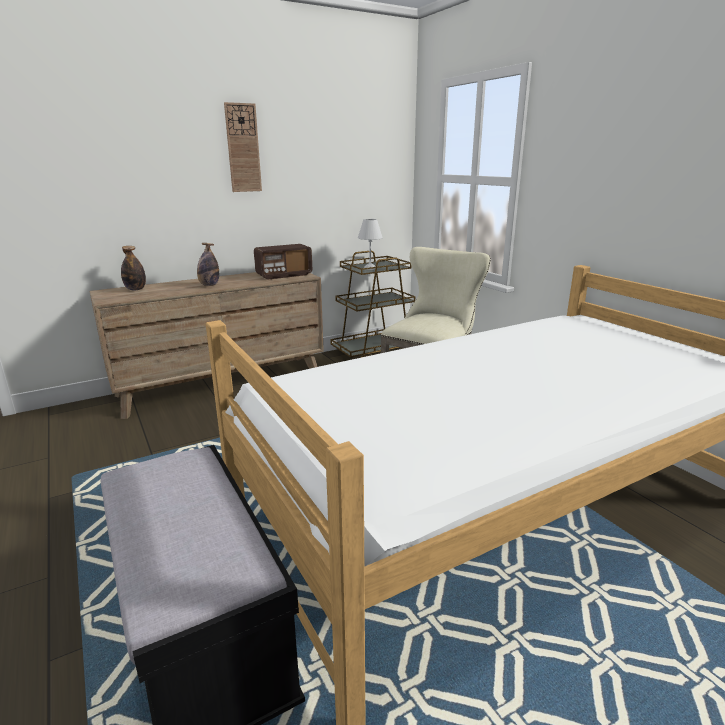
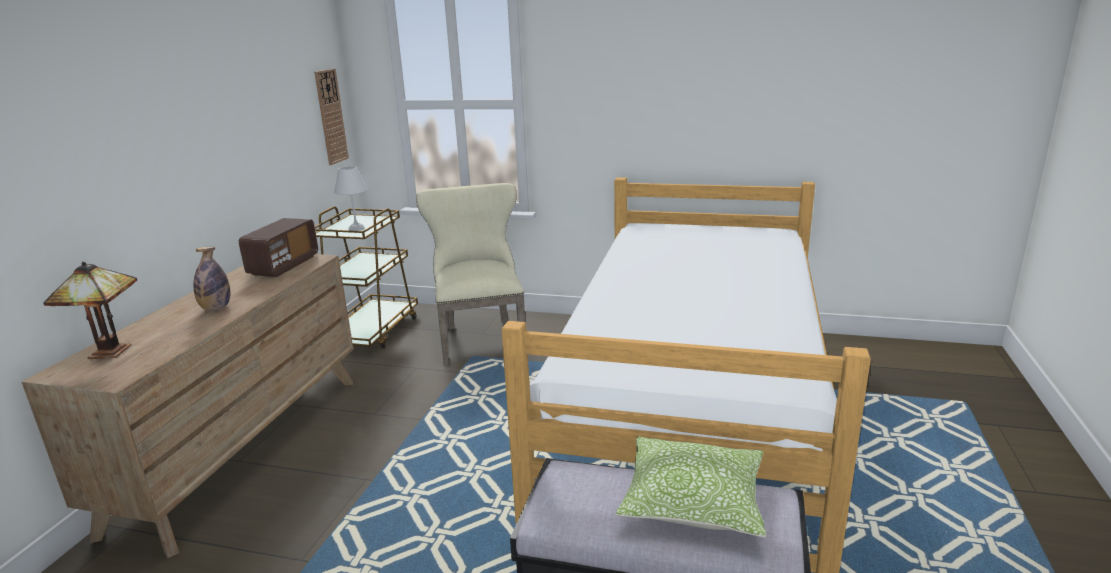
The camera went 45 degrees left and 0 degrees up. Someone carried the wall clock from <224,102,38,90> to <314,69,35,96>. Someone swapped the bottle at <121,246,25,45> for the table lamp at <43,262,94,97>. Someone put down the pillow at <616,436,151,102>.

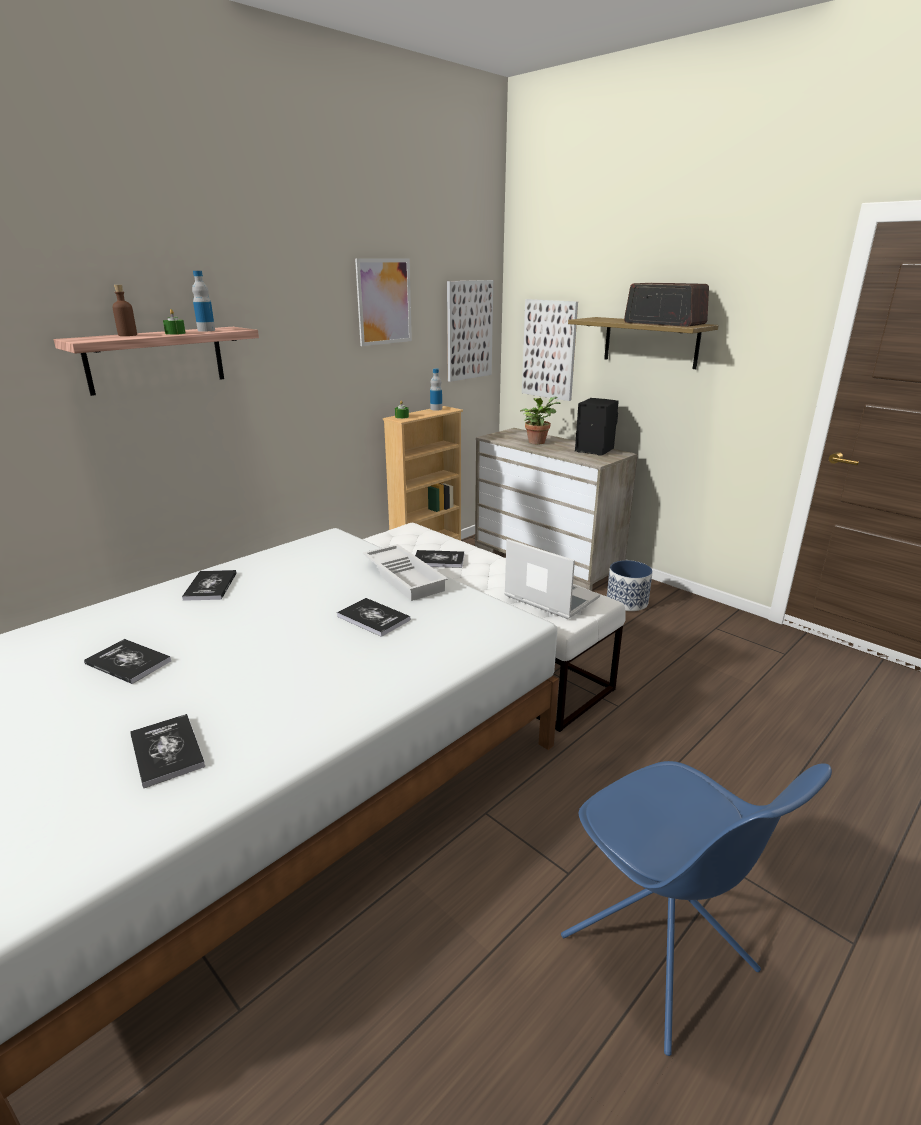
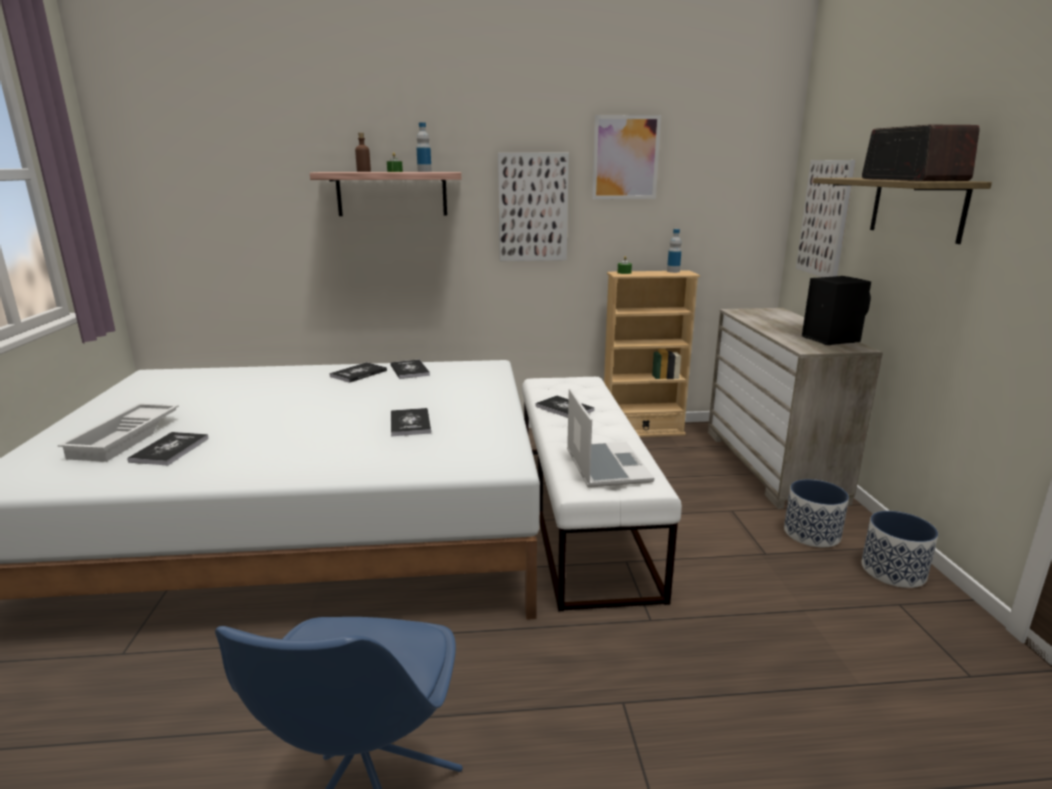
The camera went 40 degrees right and 5 degrees down. Someone carried the picture from <447,280,46,102> to <498,153,71,108>. Someone took away the potted plant at <520,397,40,47>. Someone carried the white tray from <363,544,85,57> to <58,403,121,59>. Someone carried the book from <84,639,87,45> to <390,359,40,20>. Someone put down the planter at <861,511,77,77>.

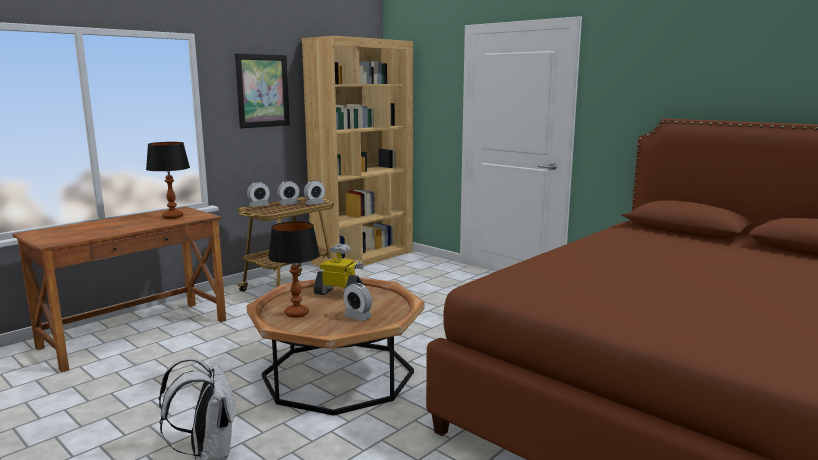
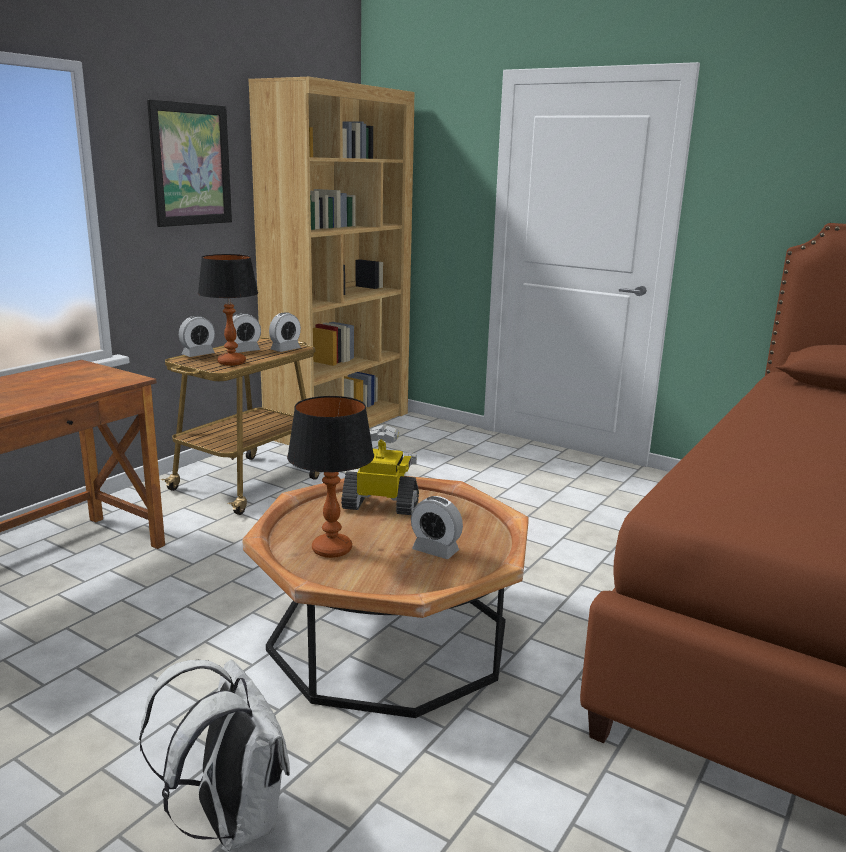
The camera went 10 degrees left and 5 degrees up. Someone carried the table lamp from <146,142,44,77> to <198,254,60,112>.

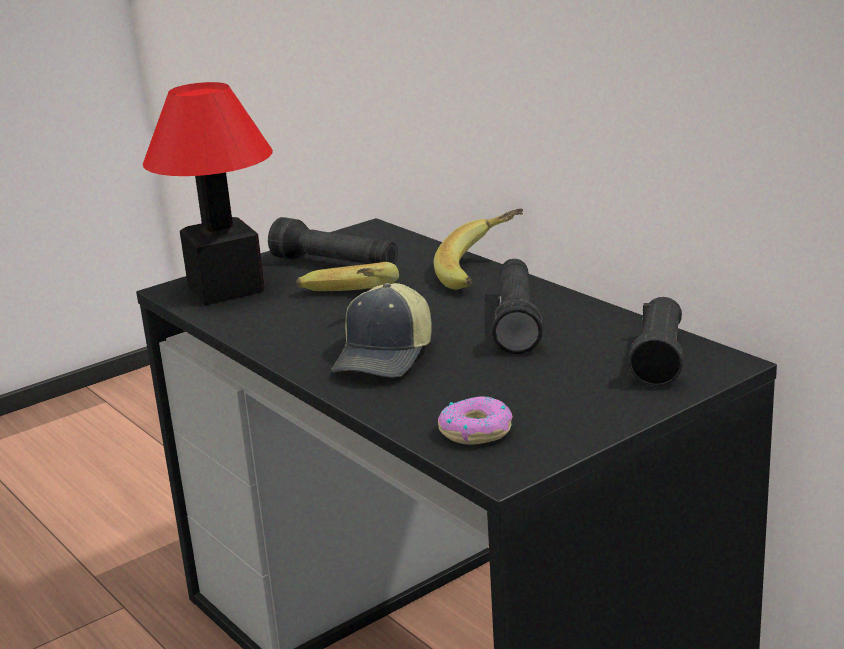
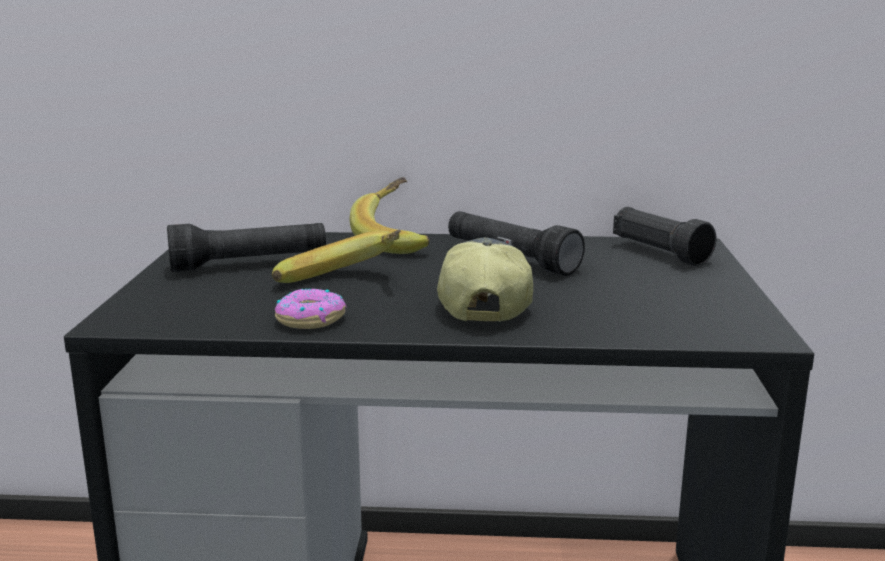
The camera went 50 degrees left and 5 degrees down. Someone took away the table lamp at <143,82,130,223>. Someone rotated the cap at <331,283,101,95> by 150 degrees counterclockwise. Someone carried the donut from <438,396,75,49> to <275,288,72,41>.

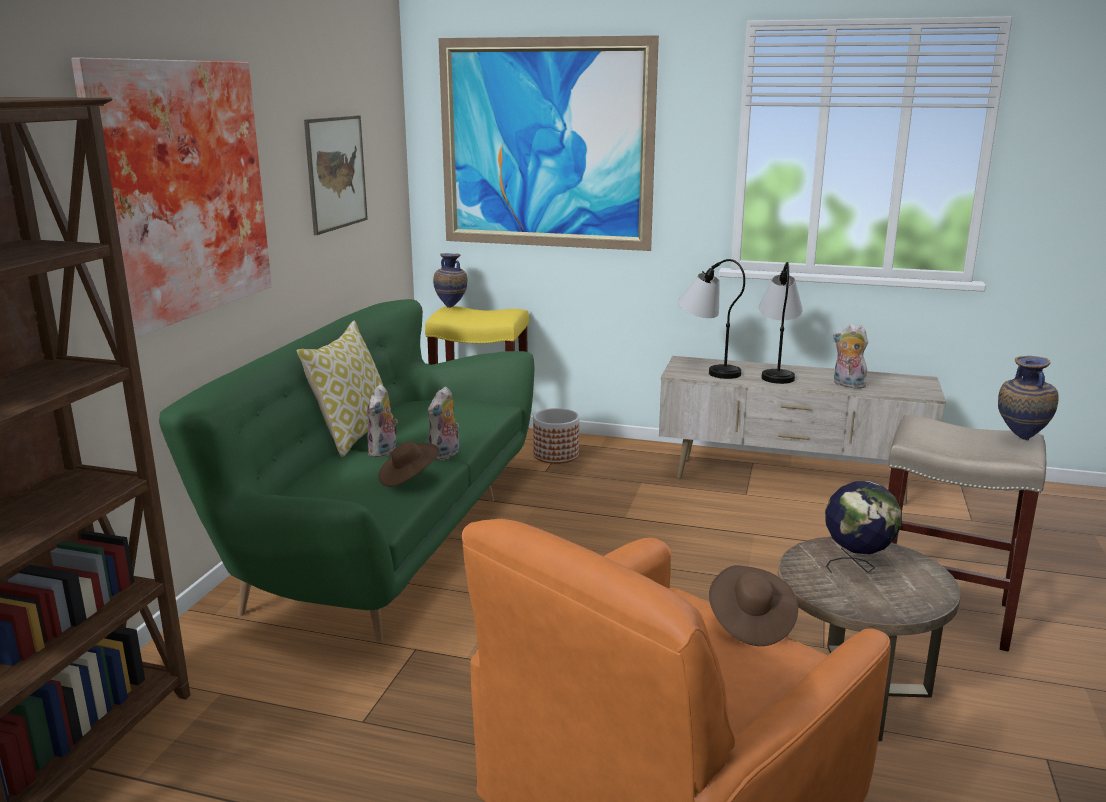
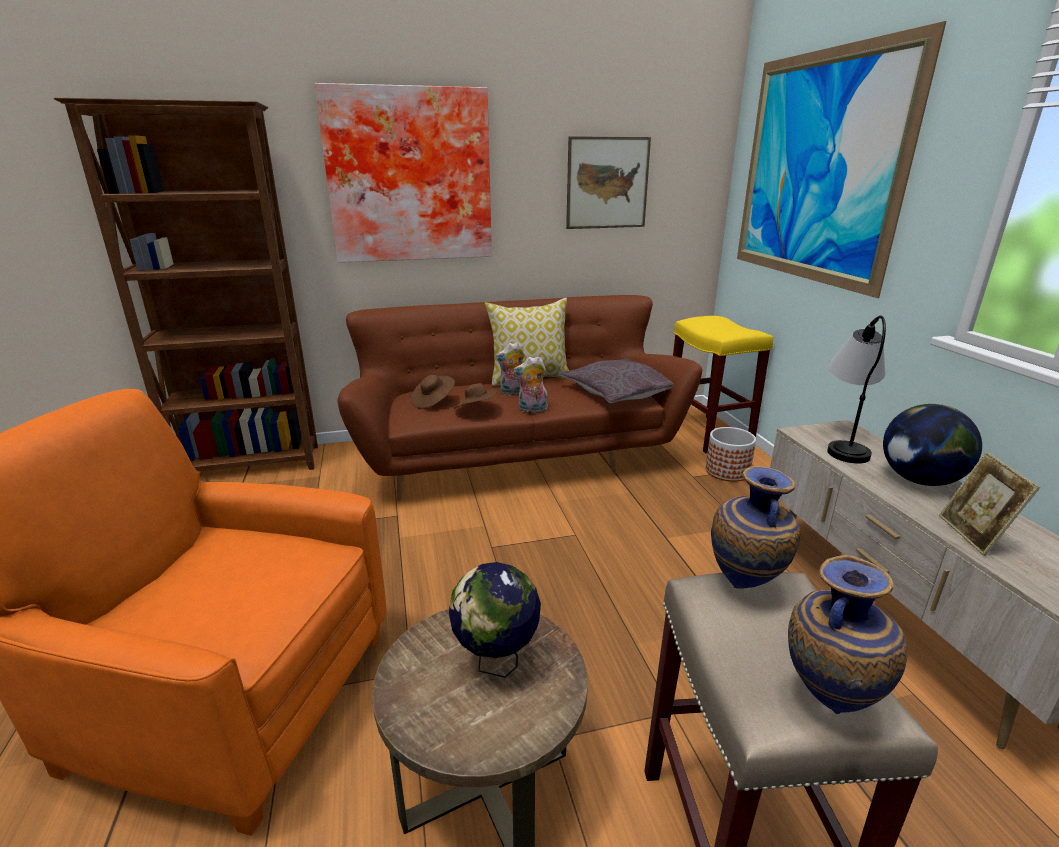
The camera went 60 degrees right and 5 degrees up. Someone carried the vase from <433,253,34,55> to <711,466,89,123>. Someone swapped the table lamp at <759,262,44,122> for the globe at <883,404,99,82>. Someone repainted the green sofa at <159,299,376,343>, which became the brown sofa at <337,295,365,206>. Someone swapped the plush toy at <833,324,36,65> for the picture frame at <939,451,101,105>. Someone carried the brown hat from <709,565,89,81> to <411,375,44,34>. Someone put down the grey pillow at <558,358,116,45>.

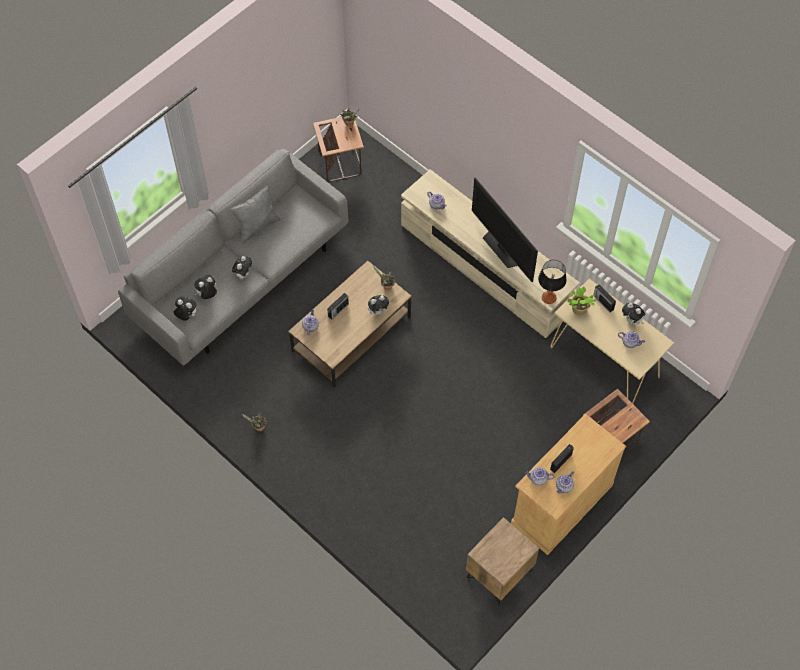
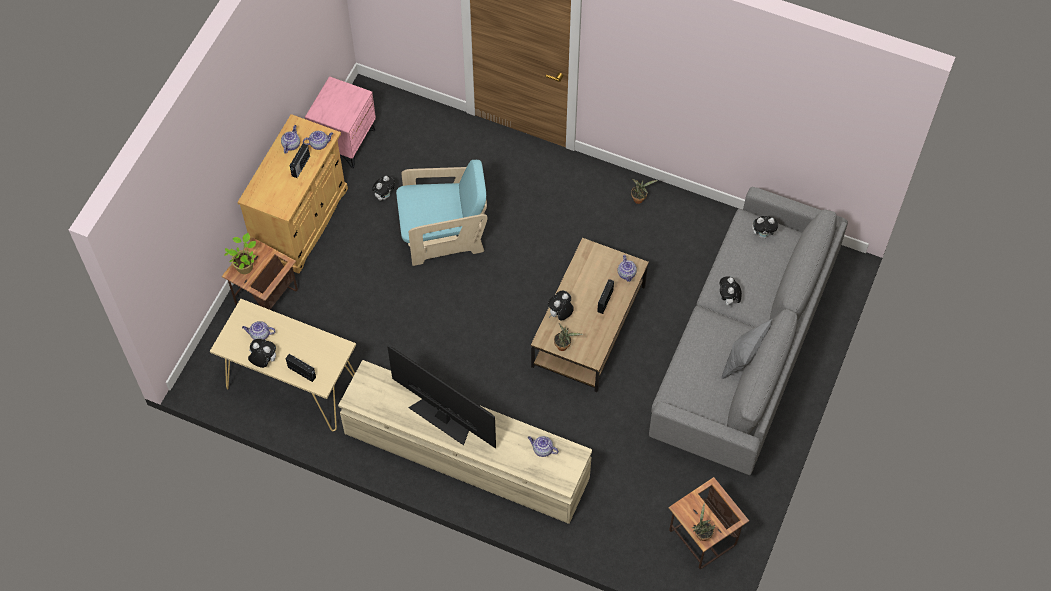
The camera went 160 degrees right and 0 degrees up. Someone took away the table lamp at <538,260,29,44>. Someone carried the plush toy from <194,275,23,24> to <372,176,23,25>. Someone carried the potted plant from <567,287,29,28> to <224,233,32,41>. Someone repainted the brown nightstand at <466,517,73,88>, which became the pink nightstand at <305,76,71,92>. Someone put down the turquoise armchair at <396,160,92,106>.

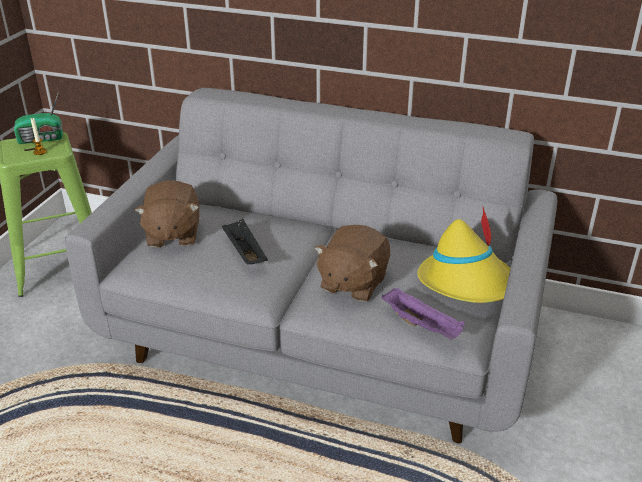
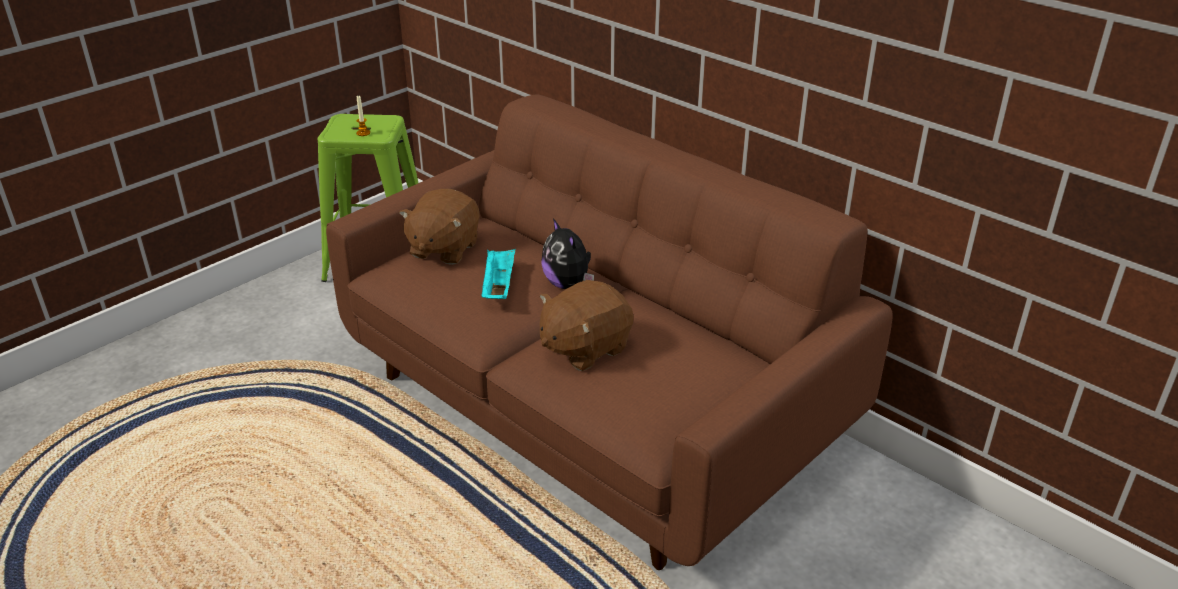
The camera went 25 degrees right and 0 degrees up. Someone repainted the grey sofa at <65,88,492,356>, which became the brown sofa at <326,94,567,476>. Someone took away the radio at <14,92,49,52>. Someone took away the yellow hat at <418,207,92,96>. Someone repainted the black tray at <222,219,46,45>, which became the turquoise tray at <481,249,35,50>. Someone took away the purple tray at <381,288,84,52>. Someone put down the plush toy at <541,218,53,71>.

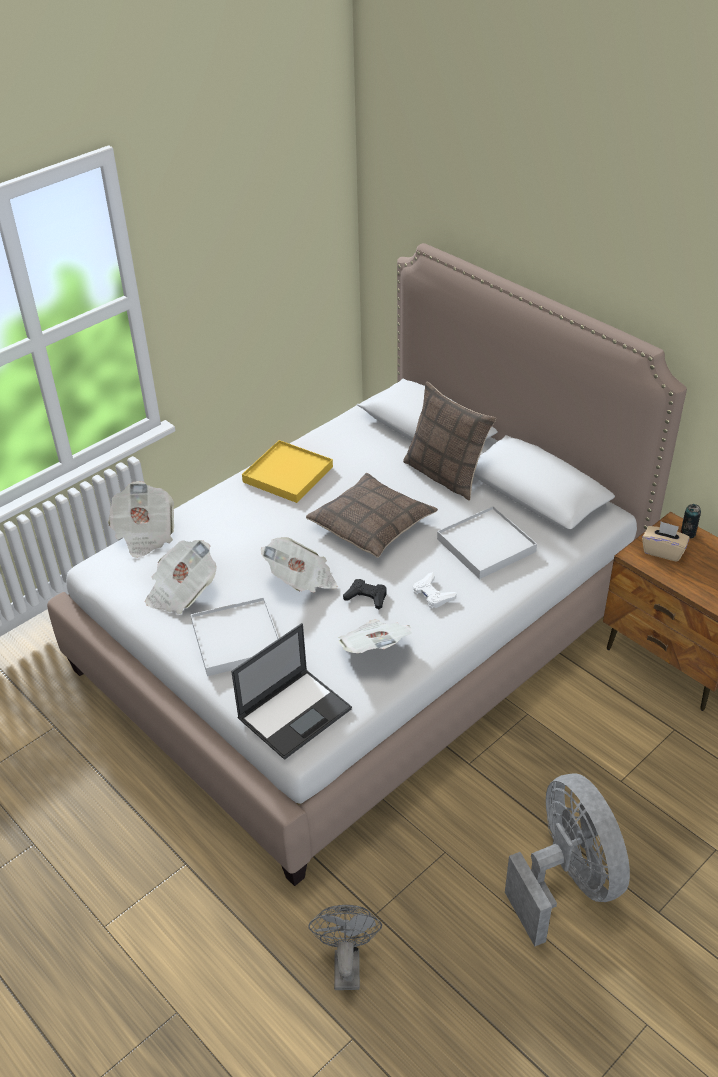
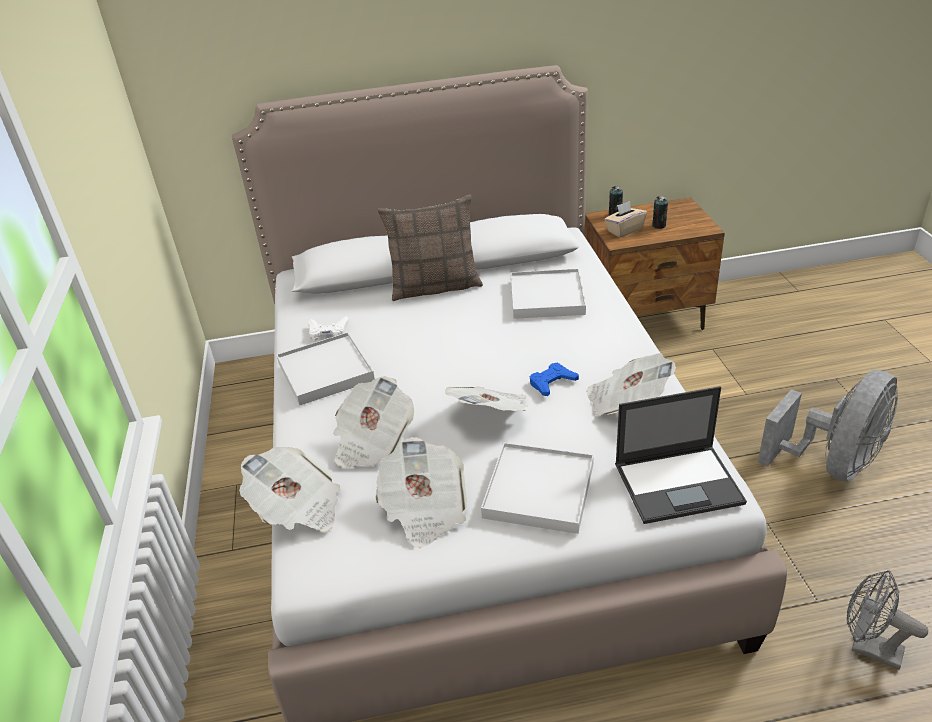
The camera went 55 degrees left and 5 degrees down. Someone repainted the yellow tray at <242,440,91,63>, which became the white tray at <277,332,98,74>. Someone took away the pillow at <306,473,132,85>. Someone carried the white game controller from <413,572,44,36> to <308,316,41,25>. Someone repainted the black game controller at <343,579,44,30>, which became the blue game controller at <530,363,49,33>. Someone rotated the laptop at <231,623,121,137> by 90 degrees clockwise. Someone rotated the grey fan at <505,773,125,173> by 120 degrees clockwise. Someone put down the can at <652,196,16,33>. Someone put down the newspaper at <333,376,81,92>.

